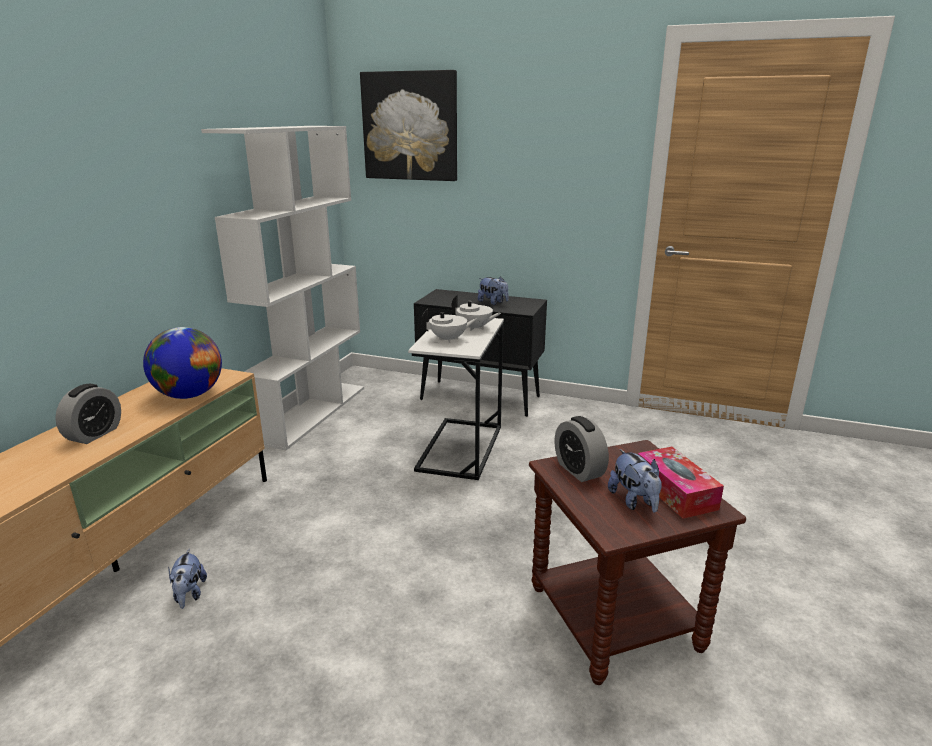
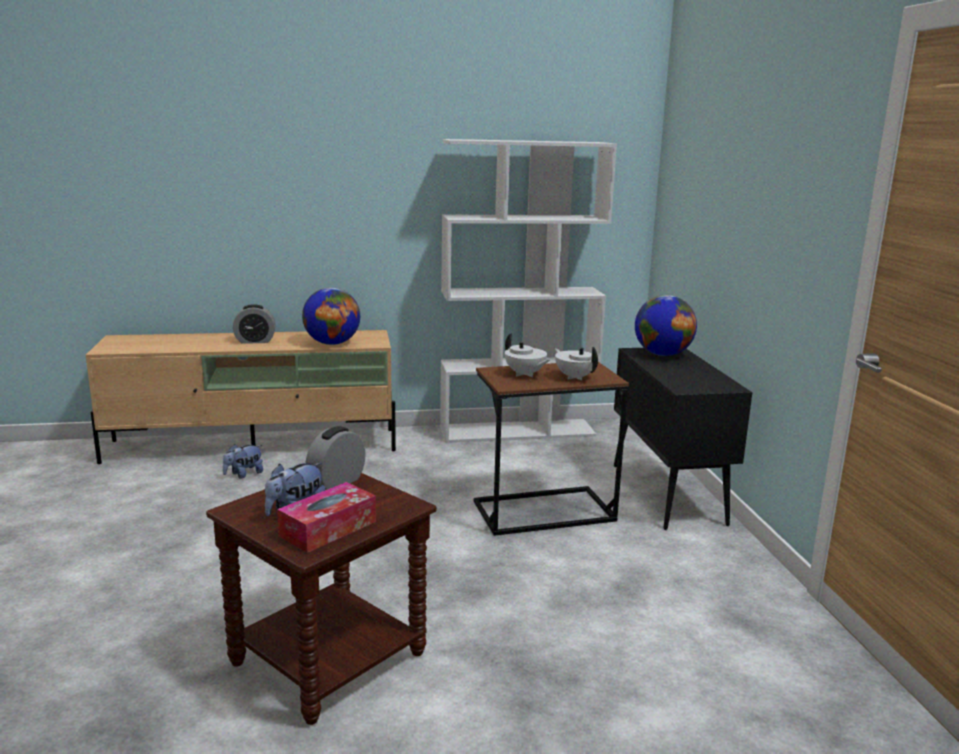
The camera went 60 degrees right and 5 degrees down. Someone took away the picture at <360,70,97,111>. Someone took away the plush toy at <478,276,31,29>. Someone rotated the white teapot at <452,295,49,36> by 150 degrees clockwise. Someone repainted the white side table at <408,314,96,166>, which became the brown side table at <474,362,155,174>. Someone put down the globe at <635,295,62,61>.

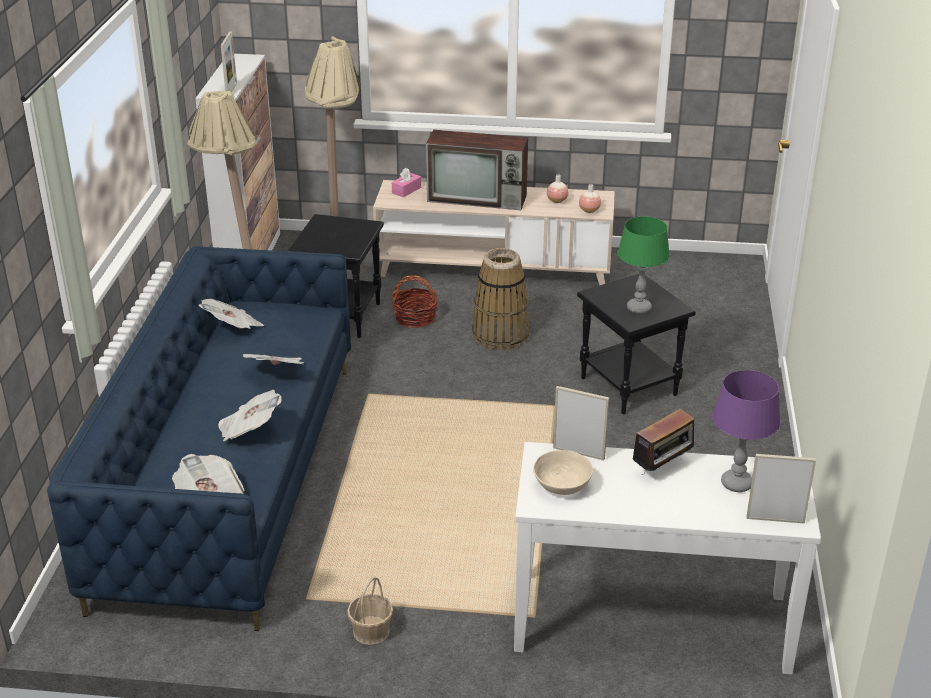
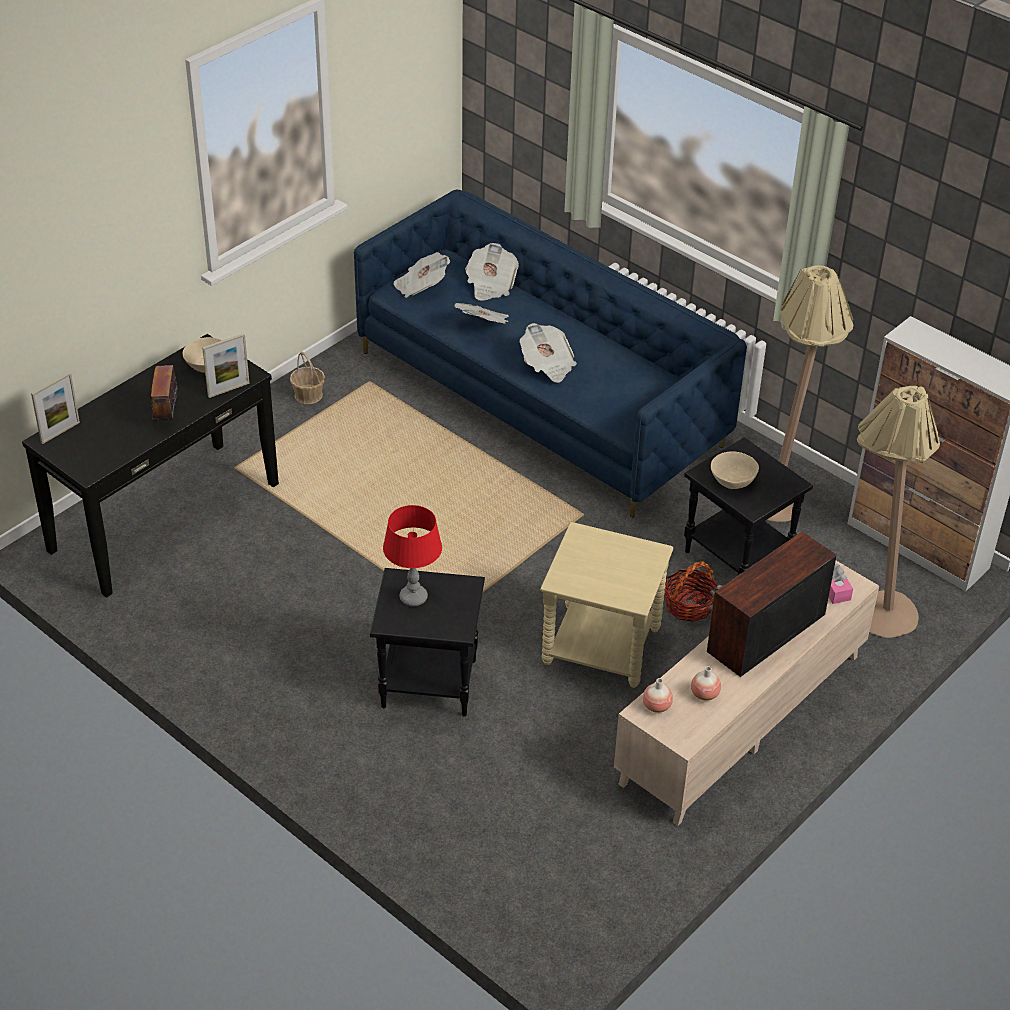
The camera went 125 degrees right and 10 degrees up. Someone took away the picture frame at <221,31,16,62>. Someone repainted the green table lamp at <617,217,53,97>, which became the red table lamp at <383,505,59,101>. Someone swapped the basket at <472,248,58,103> for the beige side table at <540,522,133,166>. Someone carried the newspaper from <198,299,66,30> to <465,243,54,58>. Someone took away the purple table lamp at <712,370,68,122>. Someone repainted the white console table at <514,442,307,233>, which became the black console table at <22,334,257,264>. Someone put down the beige bowl at <711,451,48,38>.

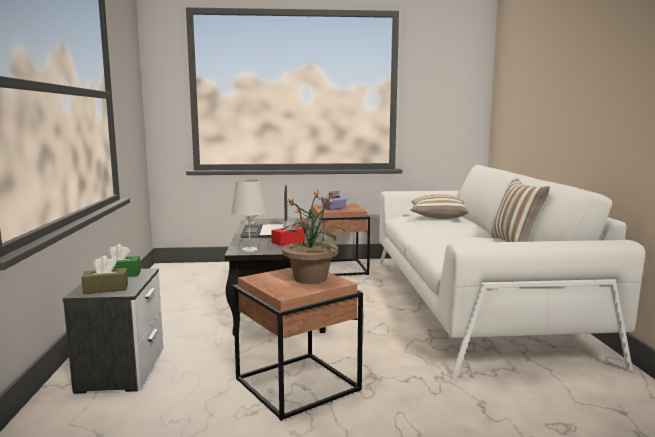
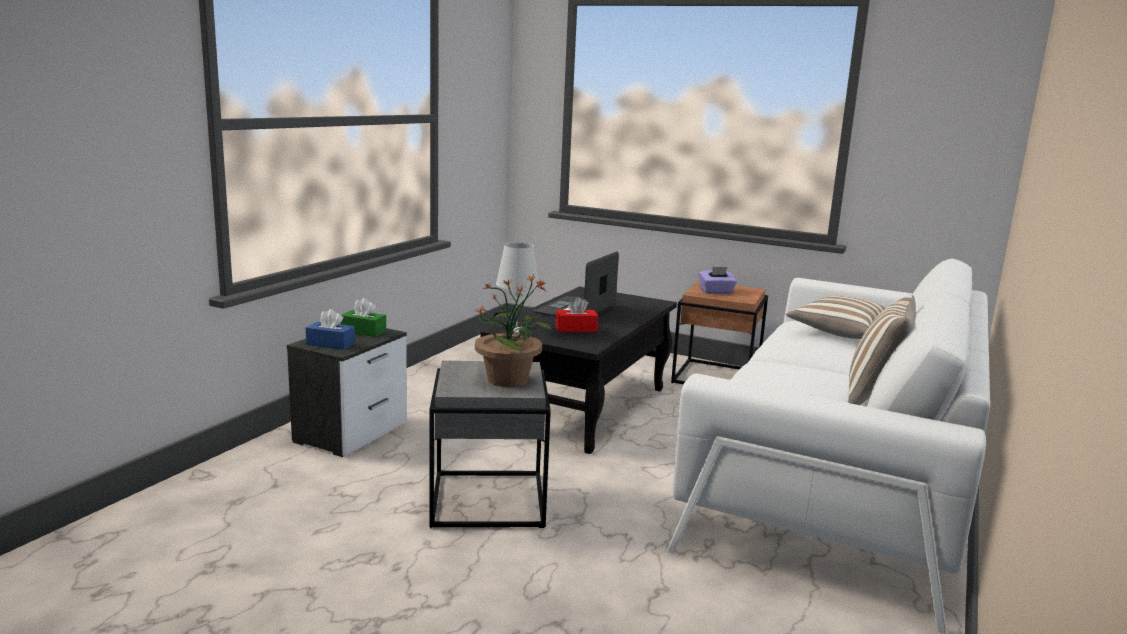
The camera went 30 degrees right and 5 degrees up. Someone repainted the brown tissue box at <81,256,47,38>, which became the blue tissue box at <306,309,49,41>. Someone repainted the brown side table at <233,267,130,154>, which became the grey side table at <429,361,122,167>.

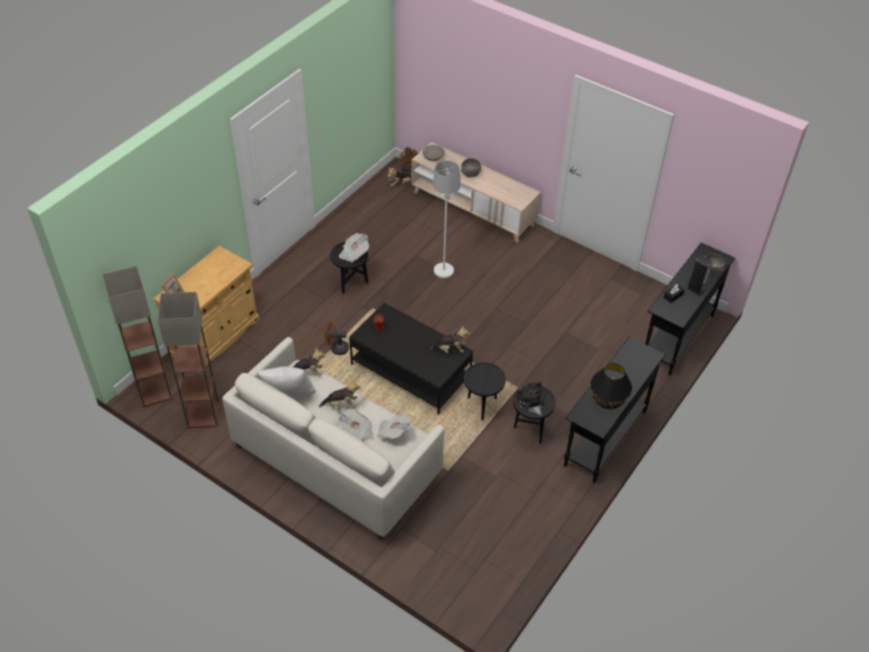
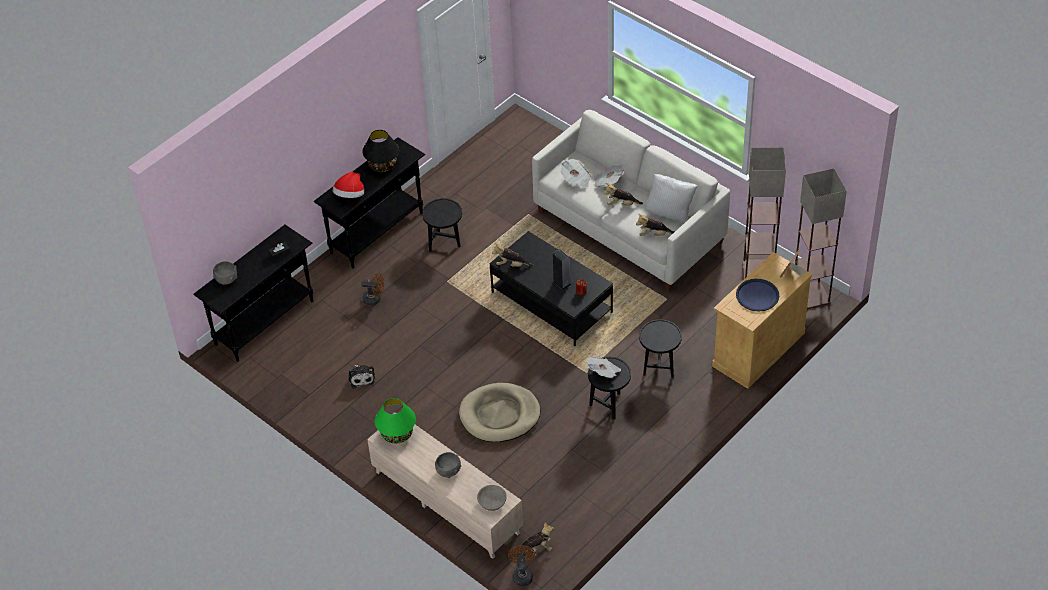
The camera went 170 degrees left and 0 degrees up. Someone swapped the white floor lamp at <433,160,28,118> for the beige dog bed at <459,383,81,59>. Someone carried the speaker from <687,255,26,41> to <553,249,18,41>. Someone carried the brown fan from <325,322,24,33> to <361,273,23,33>. Someone carried the black side table from <464,362,42,58> to <639,319,43,59>. Someone carried the plush toy from <516,382,29,34> to <349,364,26,25>. Someone put down the hat at <333,172,31,26>. Someone put down the blue tray at <736,279,43,32>. Someone put down the green table lamp at <375,398,41,46>.

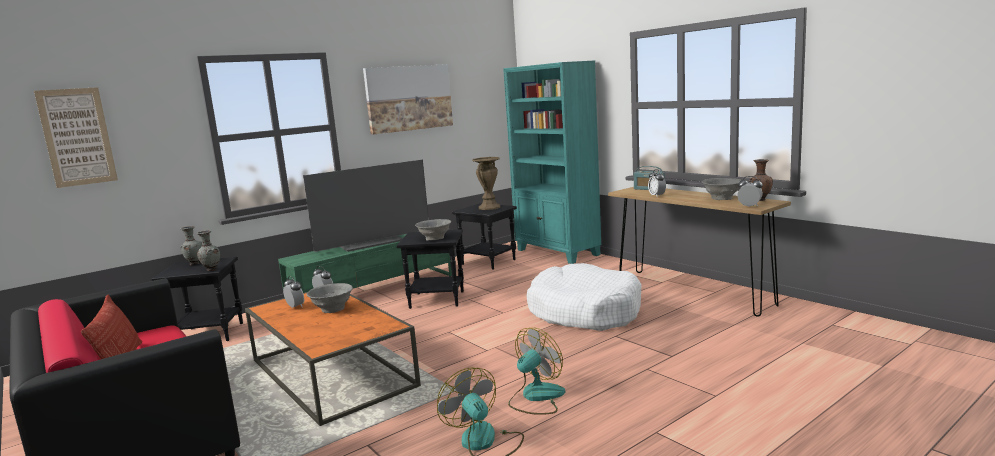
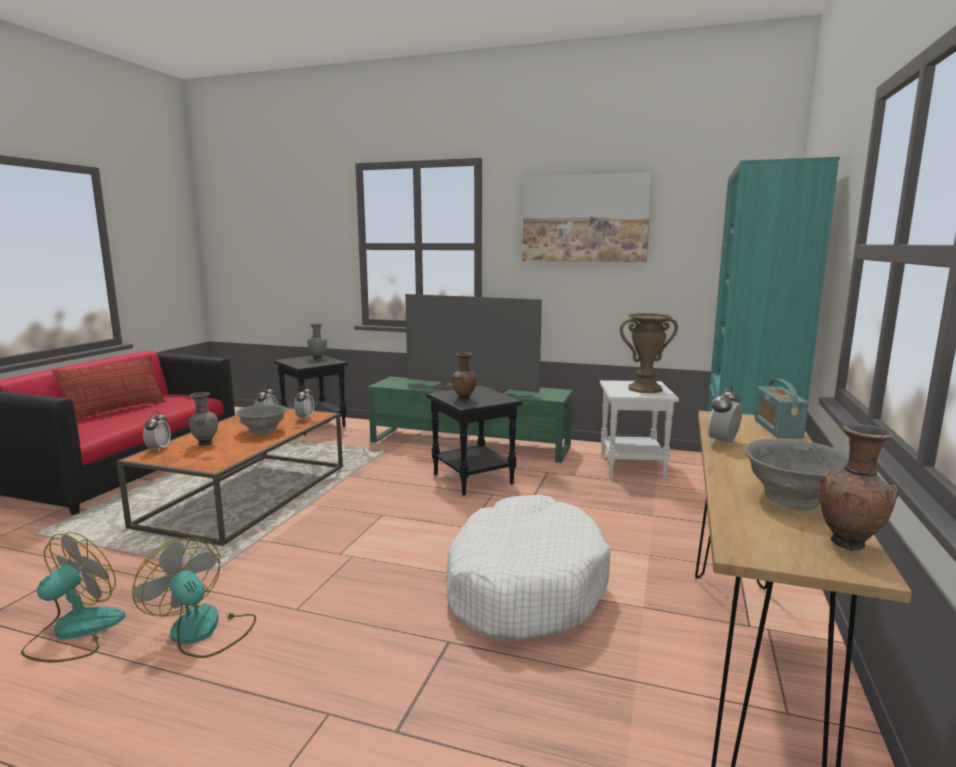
The camera went 55 degrees right and 0 degrees up. Someone took away the picture at <34,87,84,101>. Someone carried the alarm clock from <737,176,26,31> to <143,411,28,41>. Someone repainted the black side table at <452,203,65,67>, which became the white side table at <600,380,79,98>. Someone swapped the grey bowl at <415,219,36,22> for the brown vase at <451,352,25,49>. Someone carried the grey vase from <197,230,23,41> to <188,392,30,54>. Someone rotated the fan at <508,328,57,87> by 150 degrees counterclockwise.

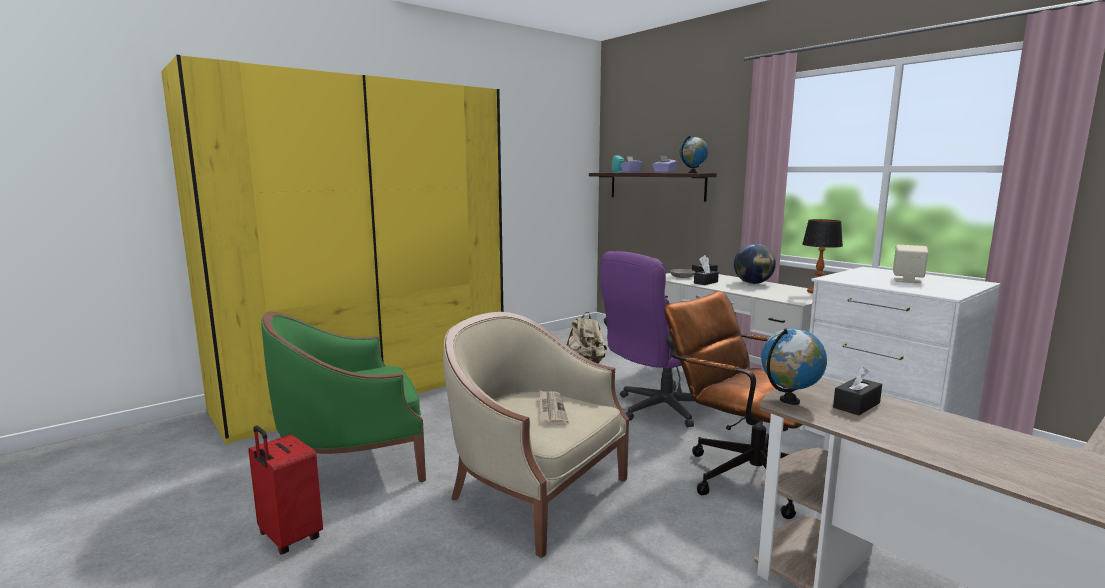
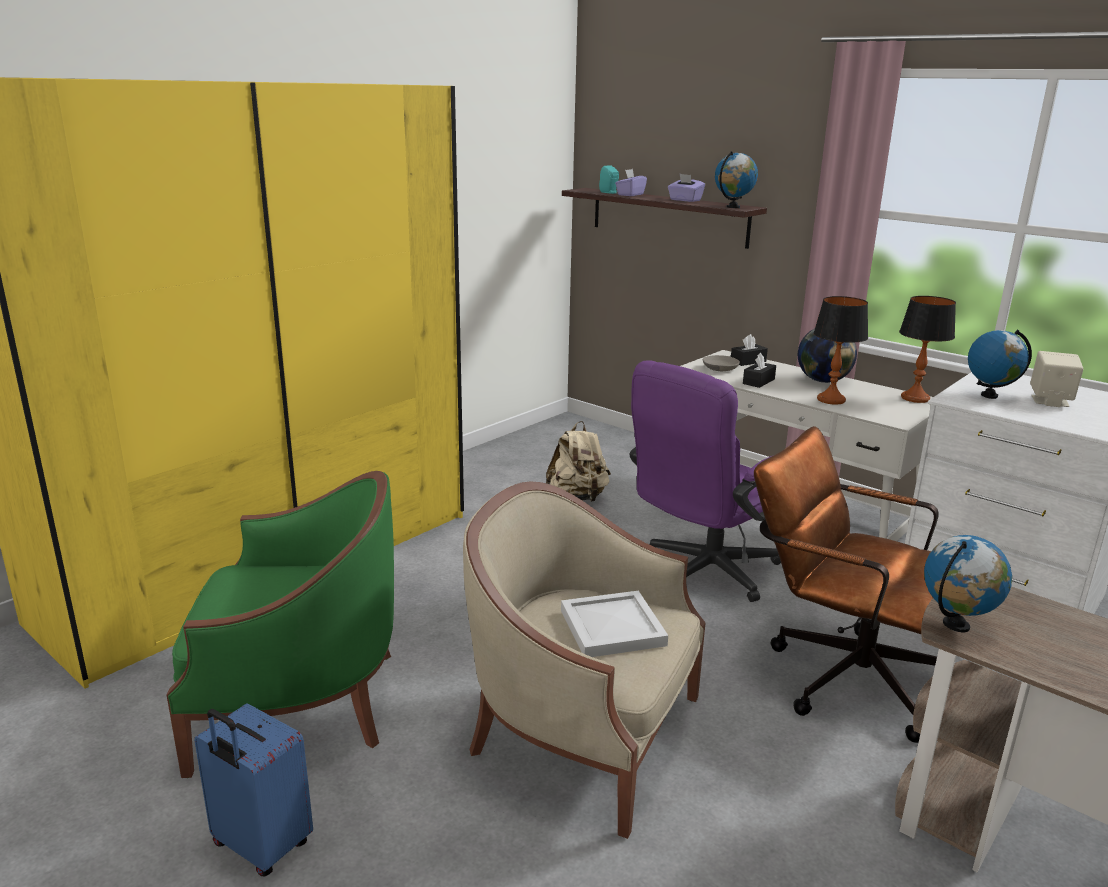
The camera went 10 degrees left and 10 degrees up. Someone rotated the green armchair at <261,312,165,170> by 150 degrees counterclockwise. Someone took away the black tissue box at <833,367,49,48>. Someone swapped the newspaper at <540,390,29,35> for the white tray at <561,591,107,66>. Someone repainted the red suitcase at <248,425,75,130>, which became the blue suitcase at <194,703,119,173>. Someone put down the table lamp at <813,296,55,109>. Someone put down the globe at <968,330,64,69>.

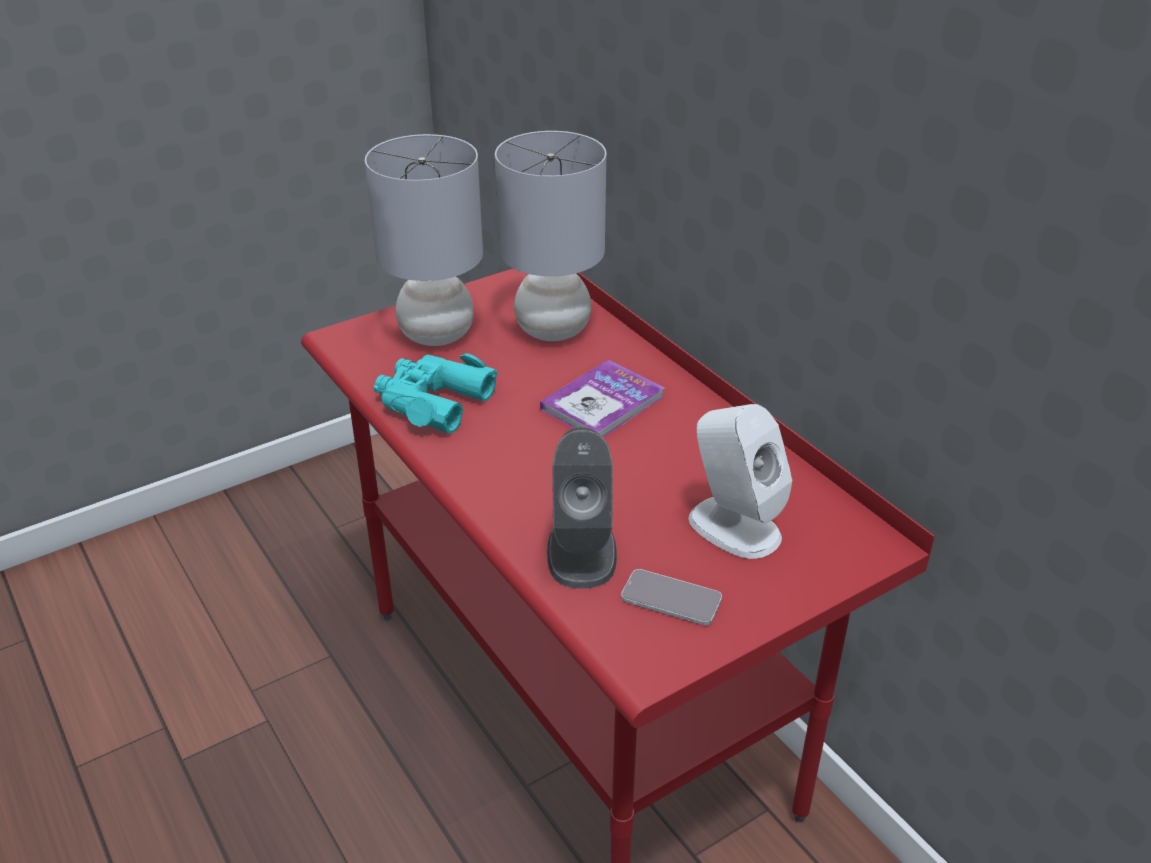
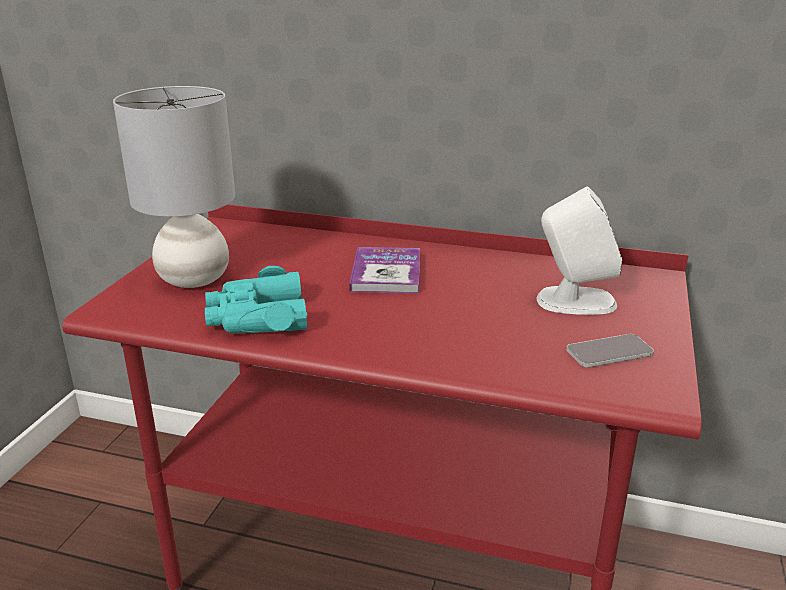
The camera went 40 degrees left and 10 degrees down. Someone took away the grey table lamp at <495,131,111,210>. Someone took away the grey speaker at <547,427,70,162>.

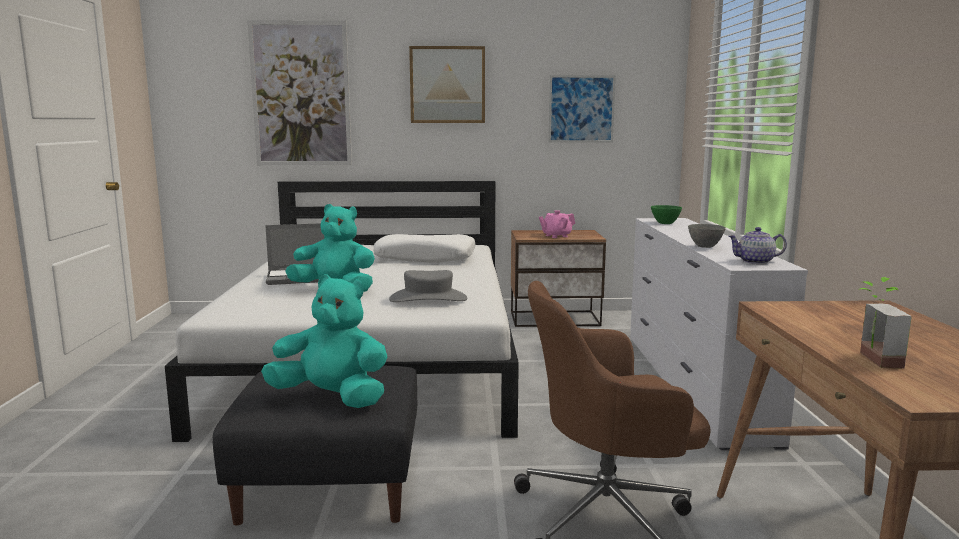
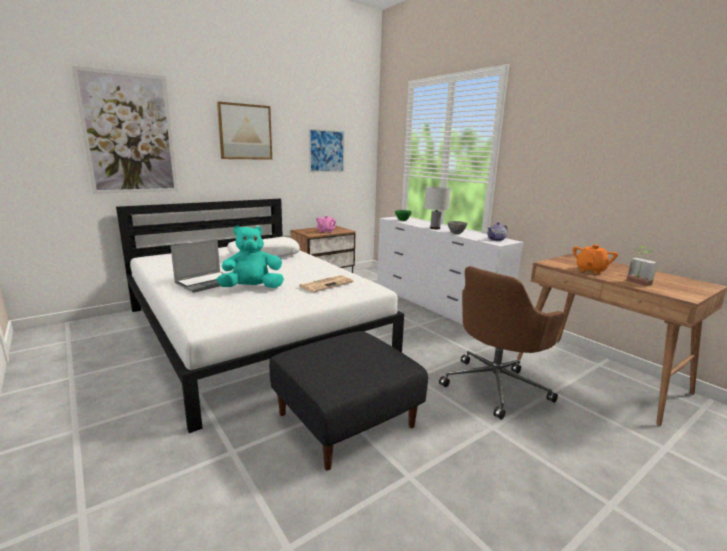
The camera went 35 degrees left and 5 degrees up. Someone swapped the grey hat at <389,270,78,32> for the newspaper at <299,275,55,17>. Someone took away the turquoise plush toy at <261,274,126,134>. Someone put down the white table lamp at <425,187,26,42>. Someone put down the orange teapot at <573,245,45,29>.

